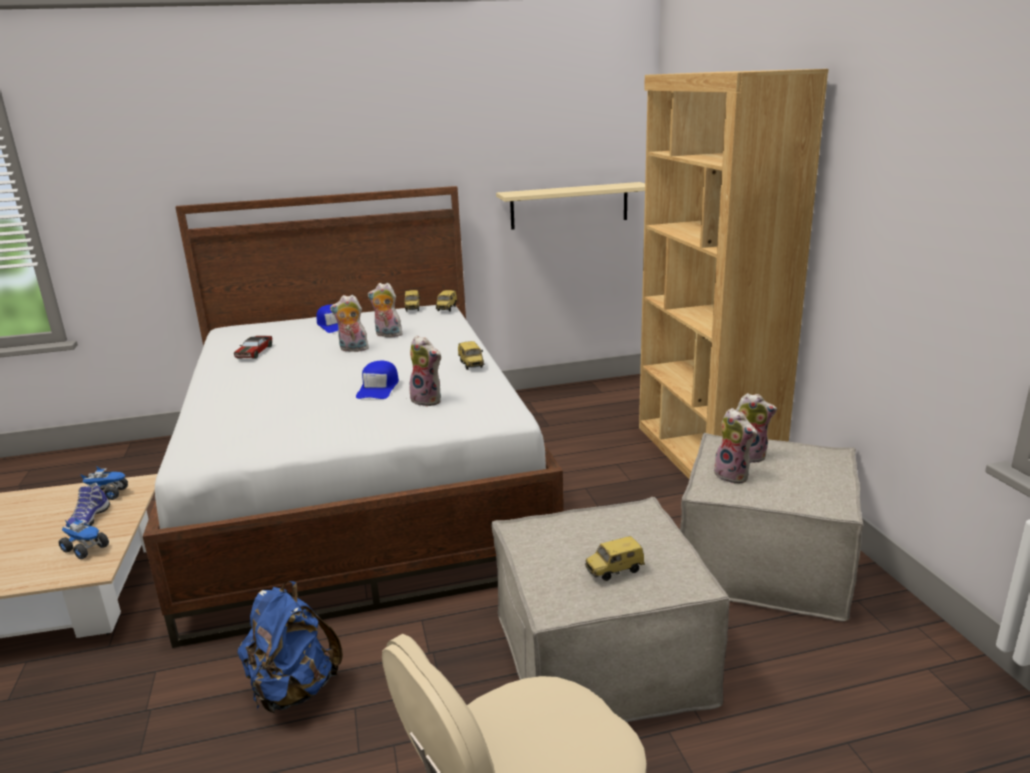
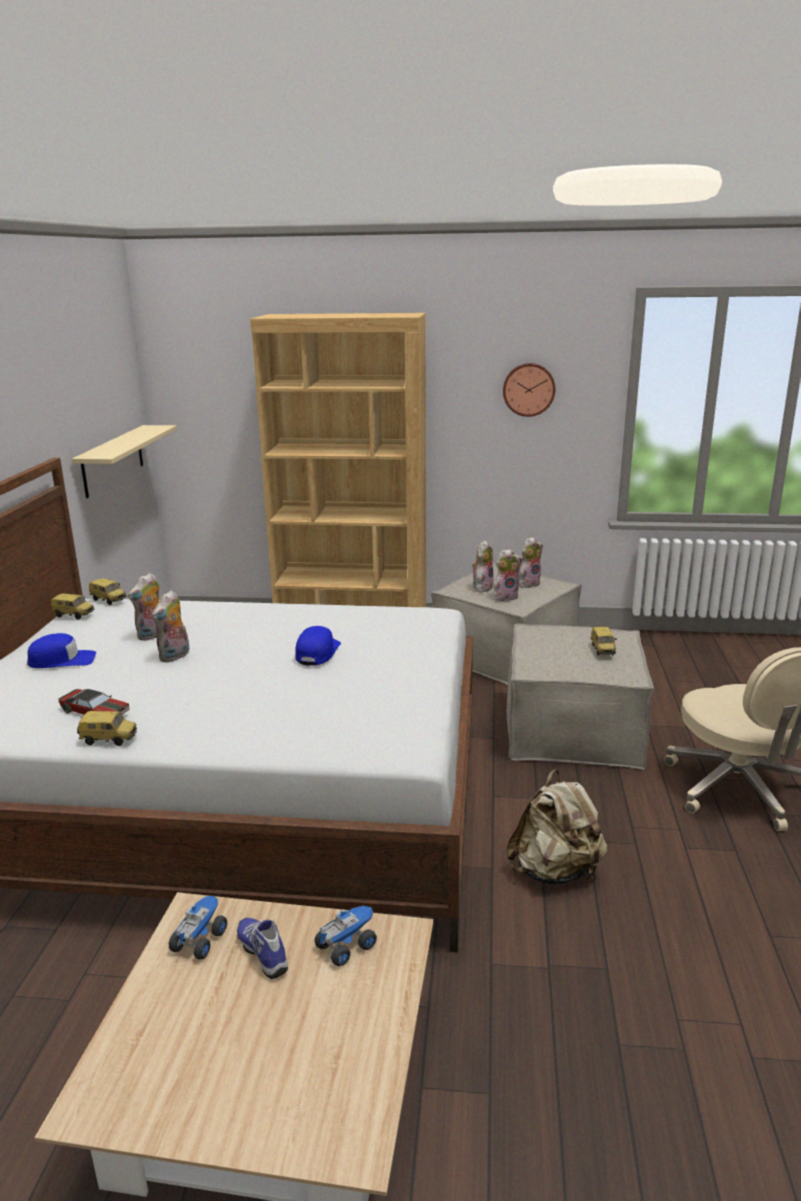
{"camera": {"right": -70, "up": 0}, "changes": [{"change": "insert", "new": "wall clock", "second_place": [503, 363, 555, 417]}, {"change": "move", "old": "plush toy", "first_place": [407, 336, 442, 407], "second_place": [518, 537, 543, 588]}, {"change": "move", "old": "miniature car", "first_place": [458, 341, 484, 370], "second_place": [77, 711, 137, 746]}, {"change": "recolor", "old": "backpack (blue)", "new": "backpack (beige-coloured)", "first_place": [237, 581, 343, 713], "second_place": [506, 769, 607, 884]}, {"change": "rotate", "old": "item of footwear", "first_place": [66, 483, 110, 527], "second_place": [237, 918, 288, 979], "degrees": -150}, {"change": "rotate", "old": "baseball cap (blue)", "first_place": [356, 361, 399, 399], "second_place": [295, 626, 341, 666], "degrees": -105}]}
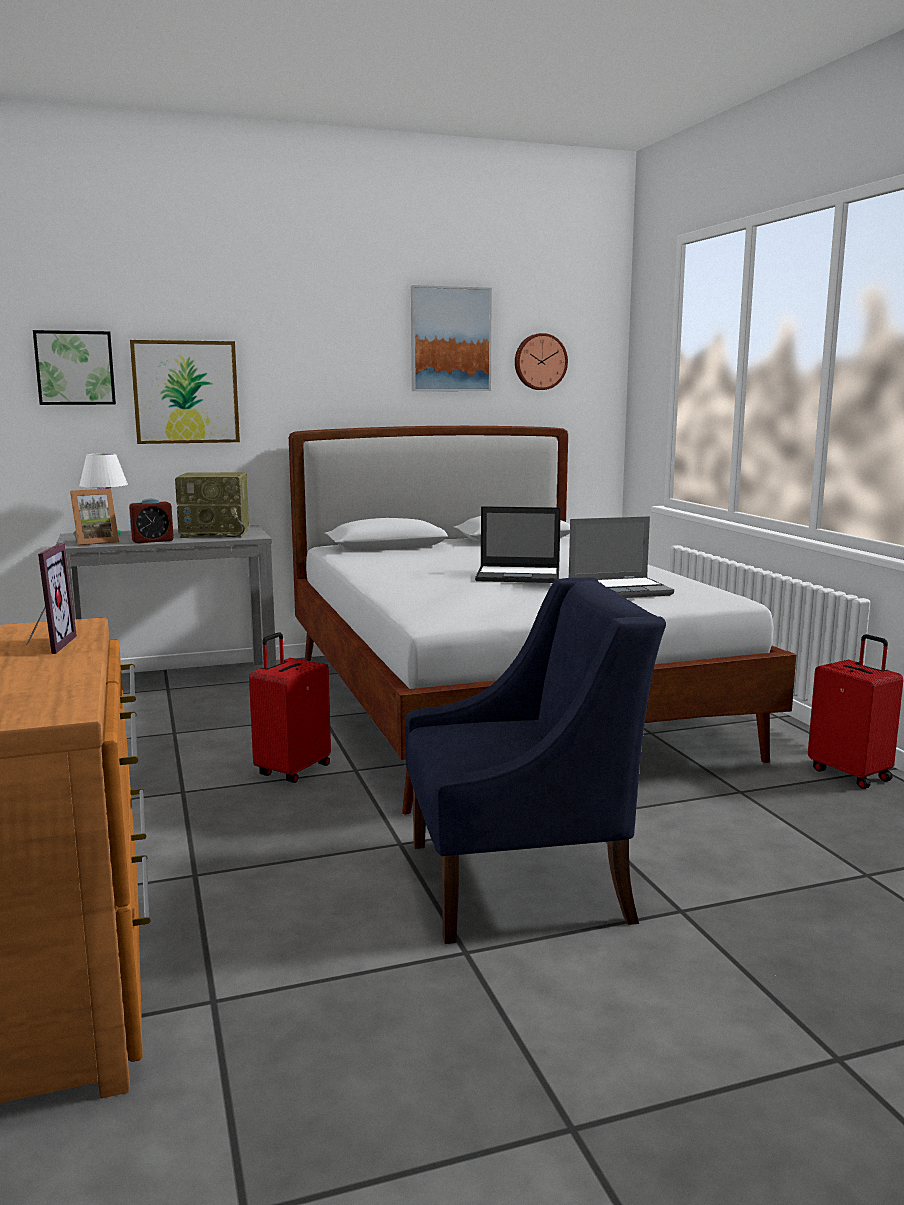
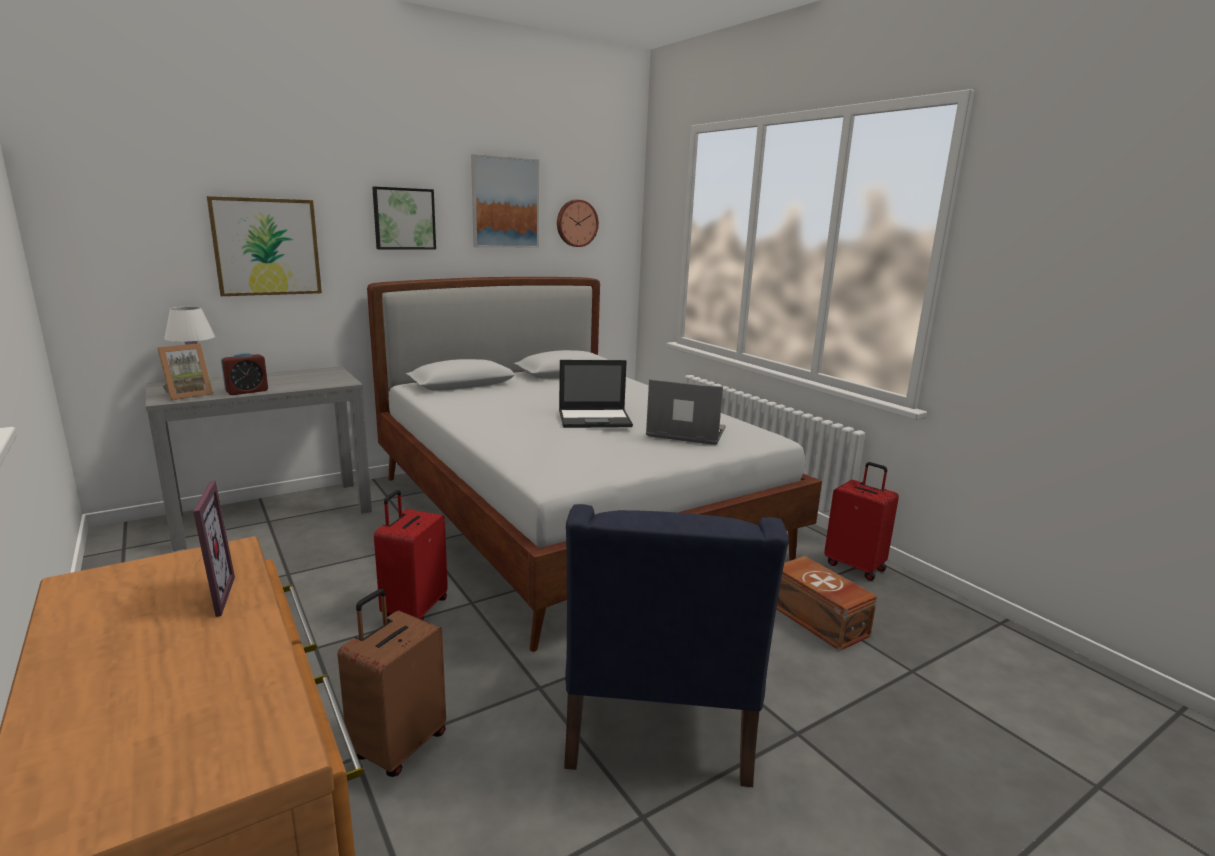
{"camera": {"right": -15, "up": 5}, "changes": [{"change": "delete", "old": "radio receiver", "first_place": [175, 472, 249, 538]}, {"change": "insert", "new": "travel case (brownish)", "second_place": [337, 589, 446, 777]}, {"change": "insert", "new": "storage box (brownish)", "second_place": [776, 556, 878, 651]}, {"change": "move", "old": "wall art", "first_place": [33, 330, 116, 405], "second_place": [372, 187, 436, 250]}, {"change": "rotate", "old": "armchair (blue)", "first_place": [405, 577, 666, 944], "second_place": [564, 504, 789, 787], "degrees": 120}, {"change": "rotate", "old": "portable computer", "first_place": [569, 516, 674, 598], "second_place": [646, 379, 726, 445], "degrees": -135}]}
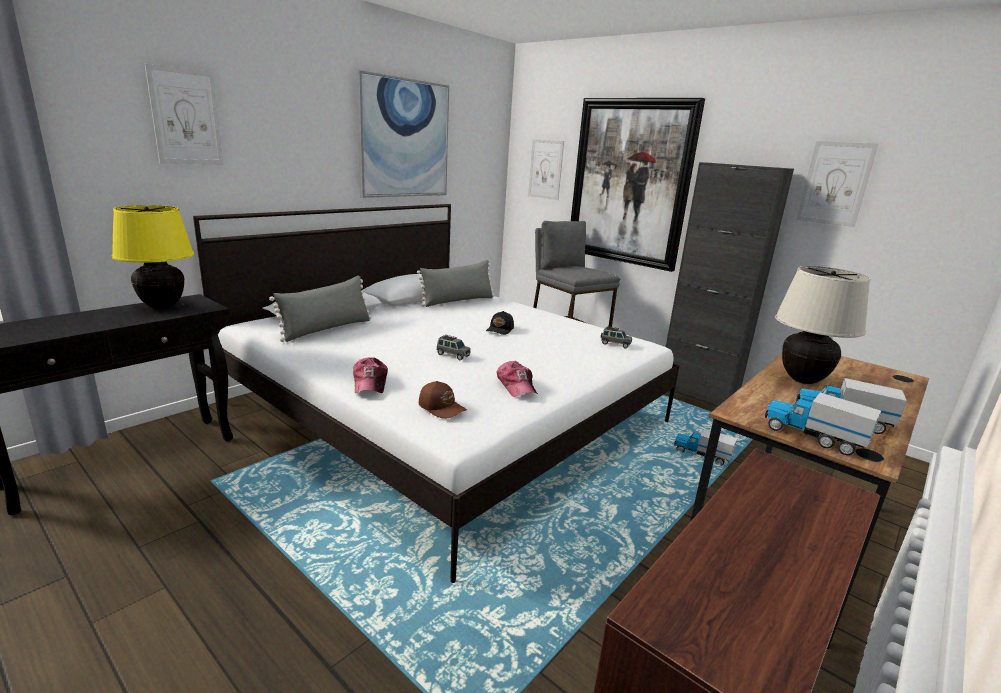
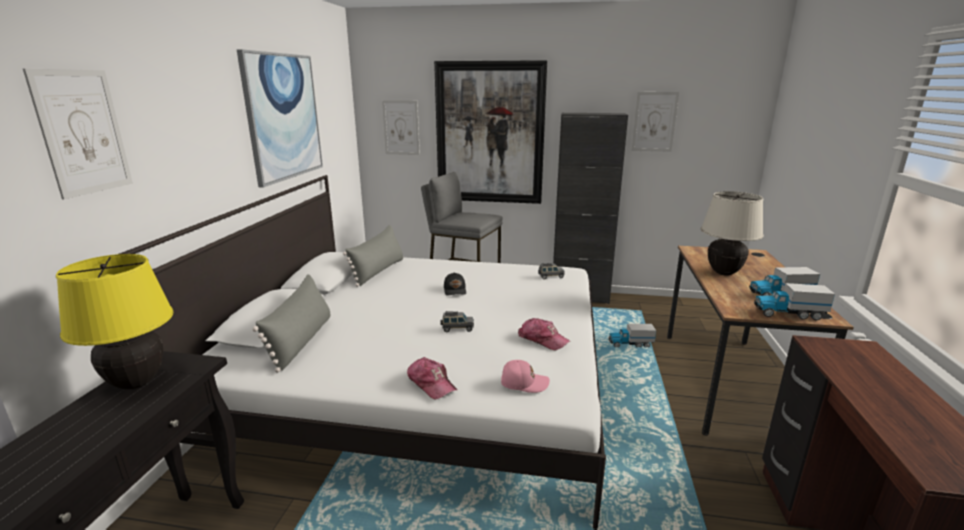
{"camera": {"right": -30, "up": 0}, "changes": [{"change": "recolor", "old": "baseball cap (brownish)", "new": "baseball cap (pink-coloured)", "first_place": [419, 381, 467, 419], "second_place": [501, 360, 550, 393]}]}
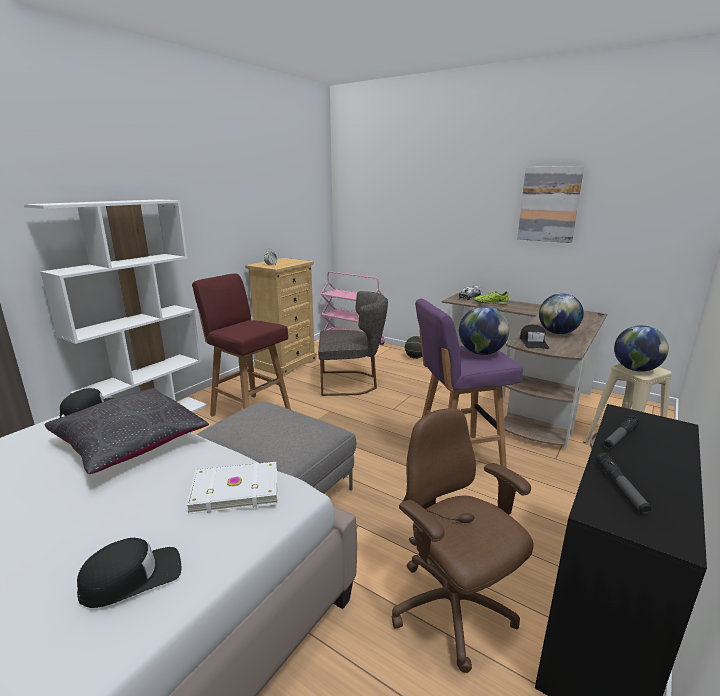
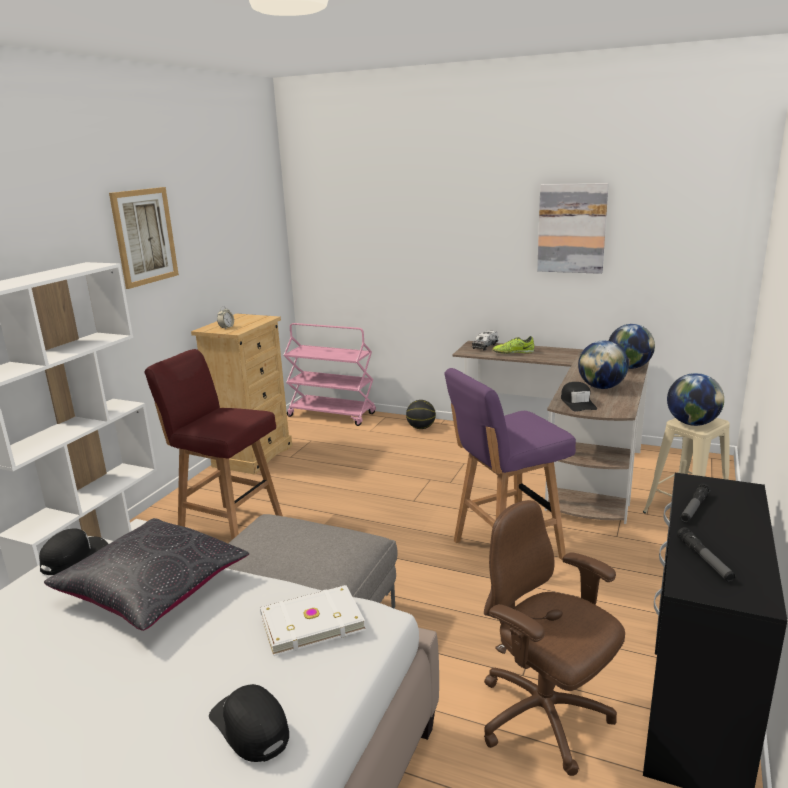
{"camera": {"right": -10, "up": 0}, "changes": [{"change": "delete", "old": "chair (greyish)", "first_place": [318, 291, 388, 396]}, {"change": "insert", "new": "wall art", "second_place": [109, 187, 179, 289]}, {"change": "move", "old": "desk globe", "first_place": [459, 306, 509, 355], "second_place": [608, 324, 655, 369]}, {"change": "rotate", "old": "baseball cap (blackish)", "first_place": [77, 538, 181, 608], "second_place": [209, 684, 289, 762], "degrees": -90}]}
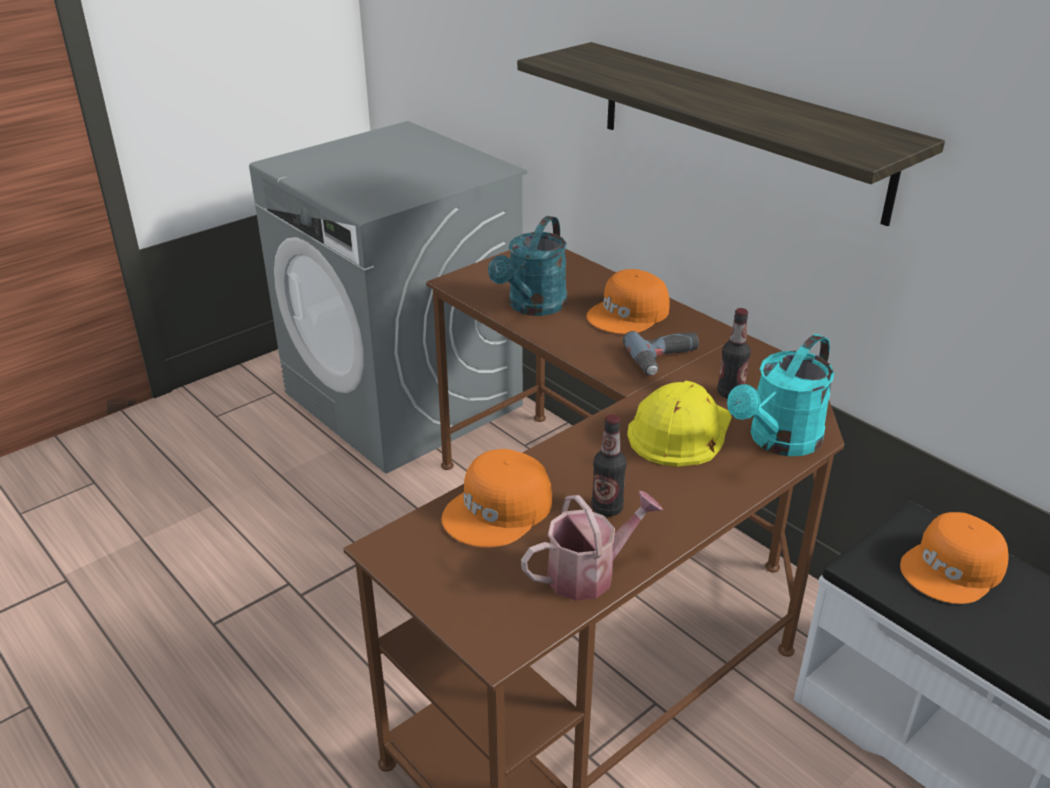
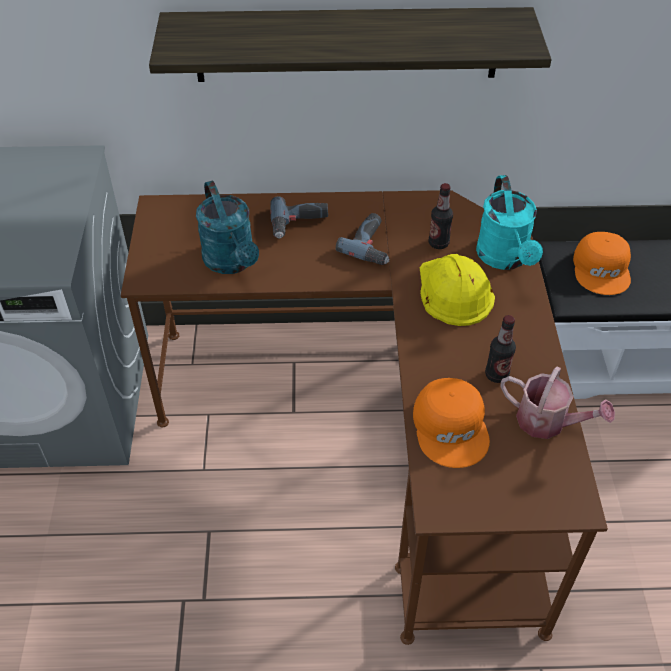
{"camera": {"right": -50, "up": 15}, "changes": [{"change": "replace", "old": "baseball cap (orangey)", "new": "electric drill", "first_place": [587, 269, 670, 334], "second_place": [270, 196, 328, 239]}, {"change": "rotate", "old": "sprinkling can", "first_place": [521, 491, 663, 601], "second_place": [500, 366, 615, 439], "degrees": 105}]}
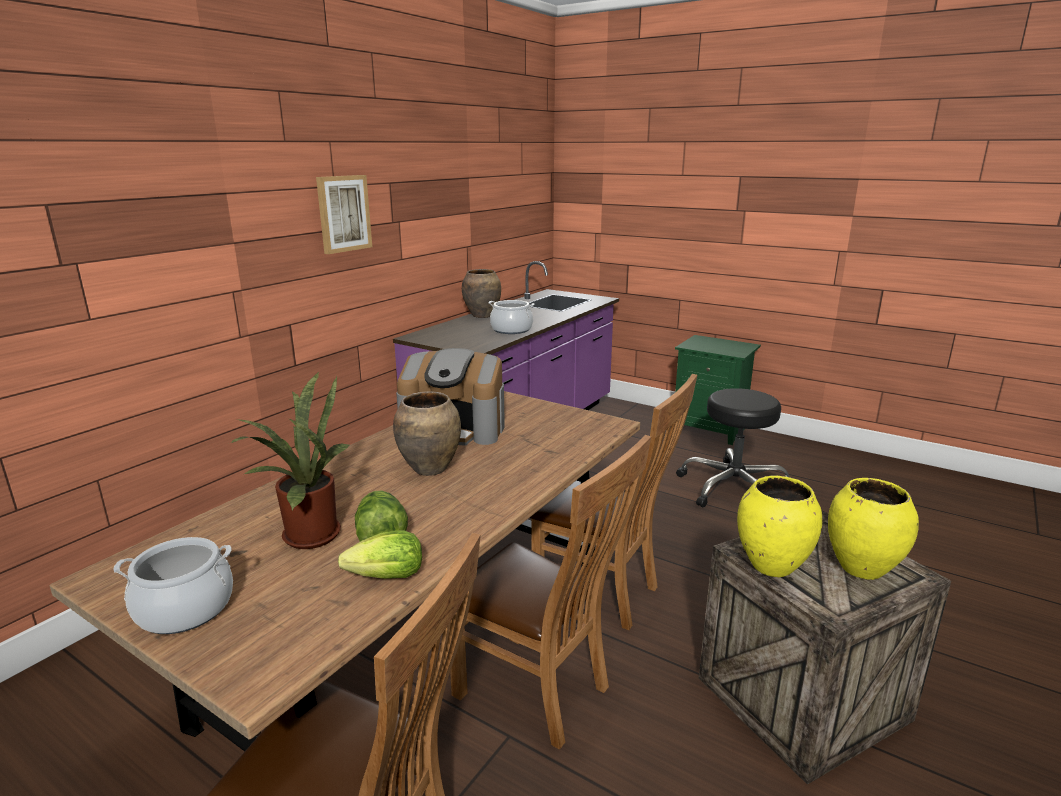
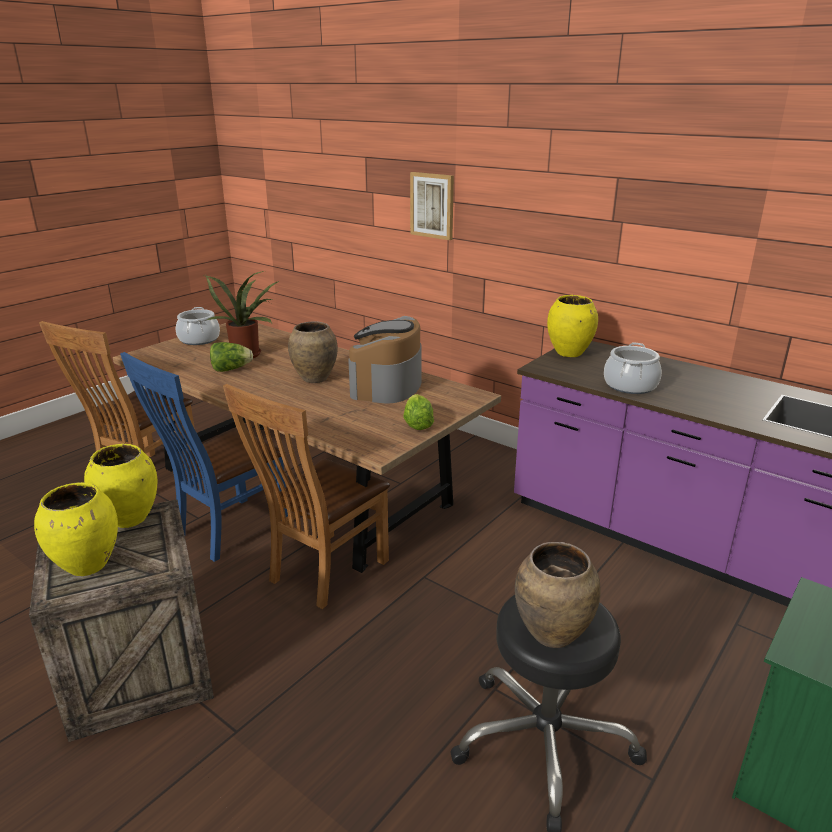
{"camera": {"right": 95, "up": 5}, "changes": [{"change": "insert", "new": "vase (yellow-coloured)", "second_place": [547, 295, 598, 357]}, {"change": "move", "old": "wall art", "first_place": [316, 175, 372, 254], "second_place": [410, 172, 454, 240]}, {"change": "move", "old": "lettuce head", "first_place": [338, 530, 422, 579], "second_place": [403, 394, 434, 430]}, {"change": "move", "old": "vase (brownish)", "first_place": [462, 269, 501, 318], "second_place": [515, 542, 601, 648]}, {"change": "recolor", "old": "chair (brownish)", "new": "chair (blue)", "first_place": [449, 435, 651, 750], "second_place": [120, 352, 288, 562]}]}
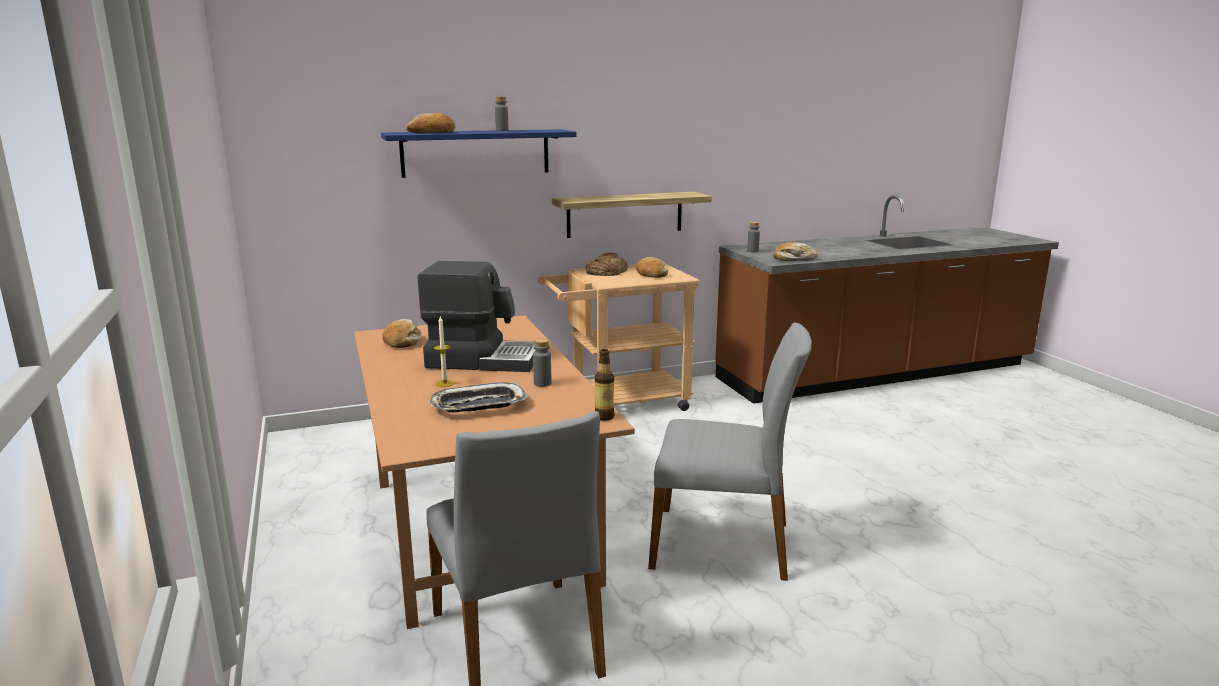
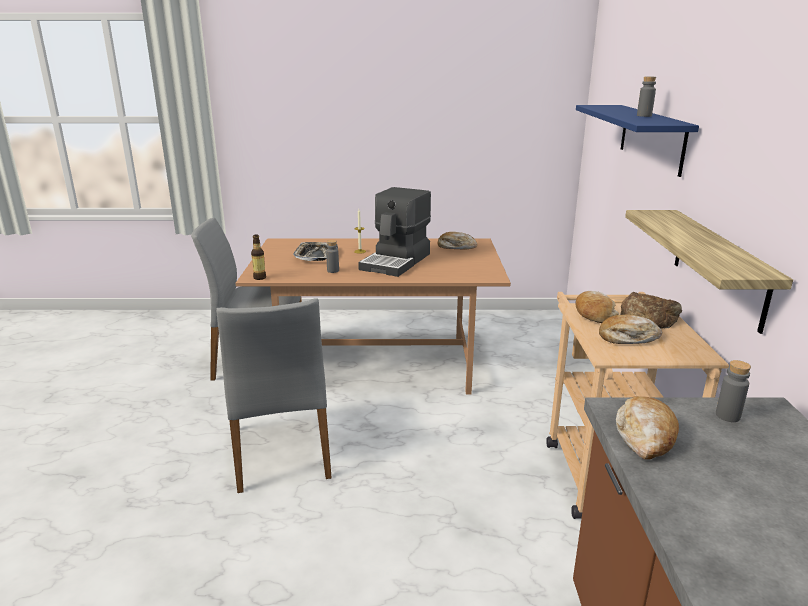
{"camera": {"right": 110, "up": 5}, "changes": [{"change": "move", "old": "bakery bread", "first_place": [406, 113, 455, 133], "second_place": [575, 291, 619, 323]}, {"change": "rotate", "old": "chair (greyish)", "first_place": [648, 323, 812, 581], "second_place": [216, 298, 332, 493], "degrees": -45}]}
